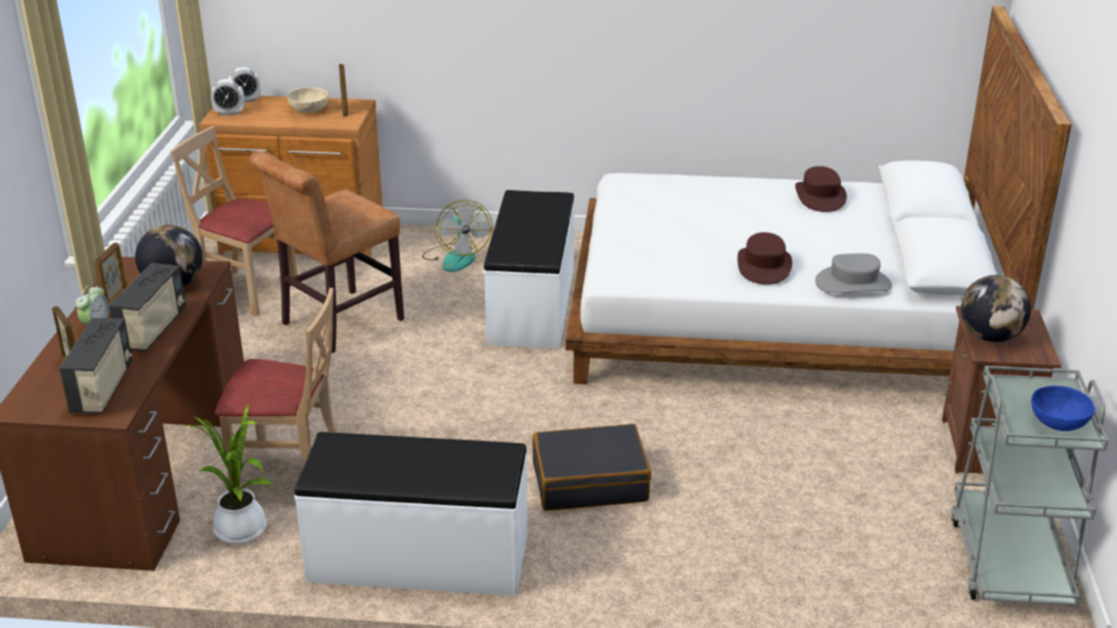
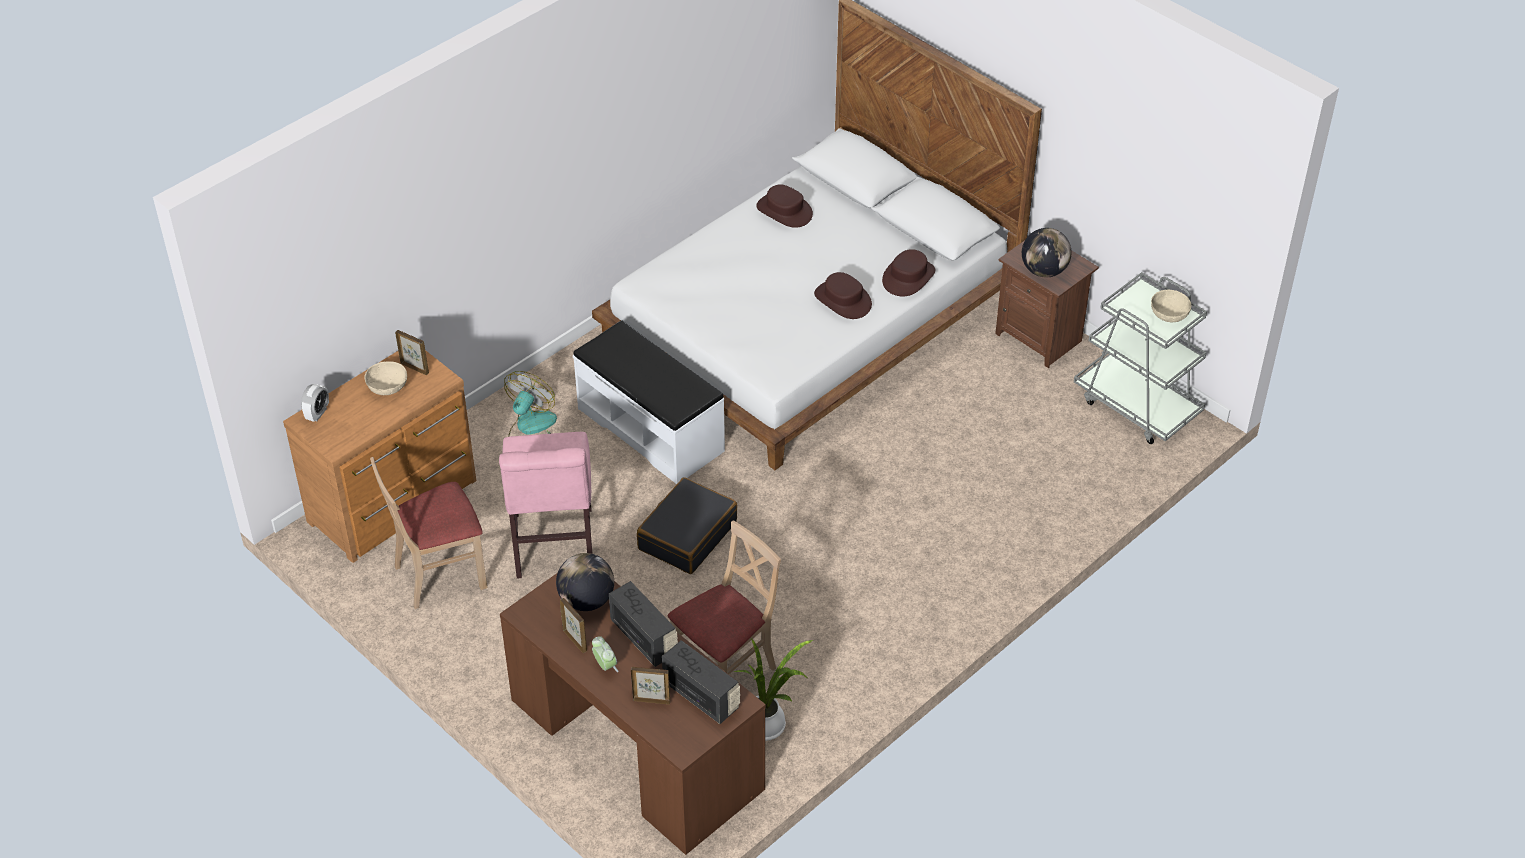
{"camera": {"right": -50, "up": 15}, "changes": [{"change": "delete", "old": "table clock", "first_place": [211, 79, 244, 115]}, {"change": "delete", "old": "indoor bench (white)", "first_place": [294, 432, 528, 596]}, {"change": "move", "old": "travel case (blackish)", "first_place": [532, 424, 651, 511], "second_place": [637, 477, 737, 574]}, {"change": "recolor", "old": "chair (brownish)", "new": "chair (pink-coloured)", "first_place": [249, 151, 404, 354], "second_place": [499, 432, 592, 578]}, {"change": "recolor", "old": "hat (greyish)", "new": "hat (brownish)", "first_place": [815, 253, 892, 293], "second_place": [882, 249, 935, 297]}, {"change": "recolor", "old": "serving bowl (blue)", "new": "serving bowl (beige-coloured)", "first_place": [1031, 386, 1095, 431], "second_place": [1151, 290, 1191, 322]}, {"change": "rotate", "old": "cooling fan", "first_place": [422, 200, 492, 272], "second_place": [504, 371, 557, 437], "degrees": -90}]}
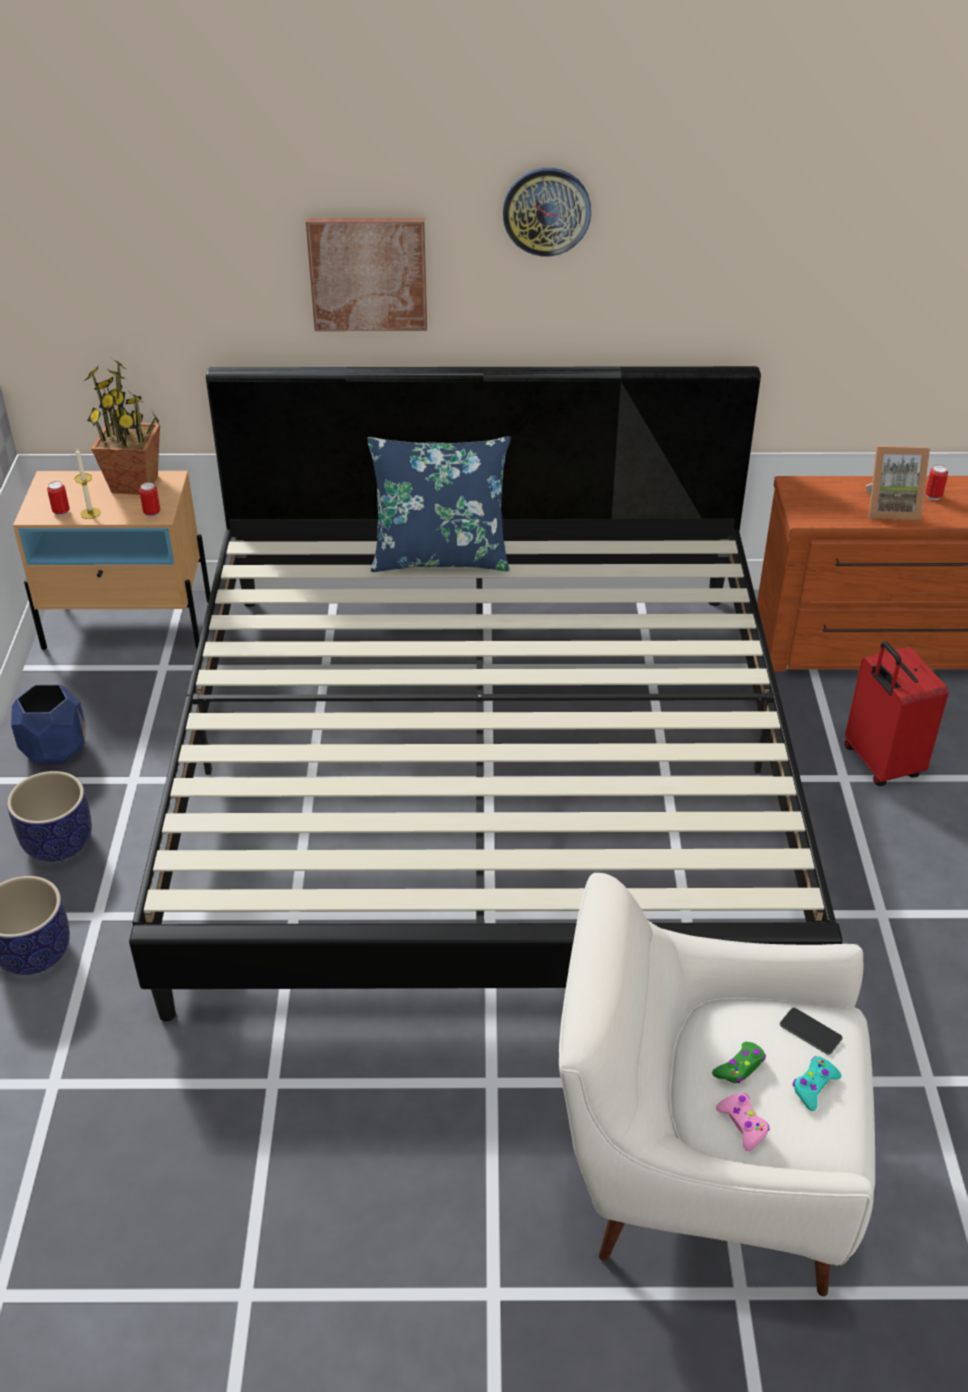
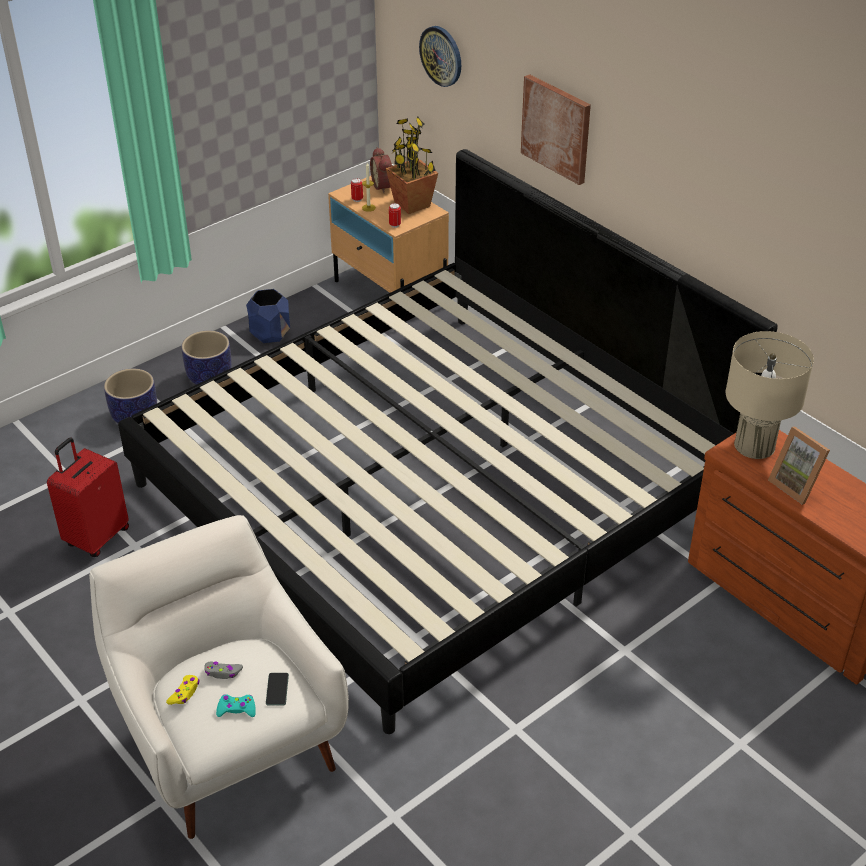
{"camera": {"right": 50, "up": 0}, "changes": [{"change": "delete", "old": "throw pillow (blue)", "first_place": [367, 436, 511, 572]}, {"change": "delete", "old": "can", "first_place": [925, 465, 948, 500]}, {"change": "insert", "new": "table clock", "second_place": [370, 147, 392, 193]}, {"change": "insert", "new": "tabletop lamp (beige-coloured)", "second_place": [726, 331, 814, 459]}, {"change": "move", "old": "wall clock", "first_place": [503, 168, 591, 256], "second_place": [419, 26, 461, 87]}, {"change": "move", "old": "travel case (red)", "first_place": [845, 641, 949, 786], "second_place": [47, 438, 129, 557]}, {"change": "recolor", "old": "joypad (green)", "new": "joypad (greyish)", "first_place": [712, 1042, 766, 1083], "second_place": [204, 662, 243, 679]}, {"change": "recolor", "old": "joypad (pink-coloured)", "new": "joypad (yellow-coloured)", "first_place": [716, 1093, 770, 1151], "second_place": [166, 675, 200, 705]}]}
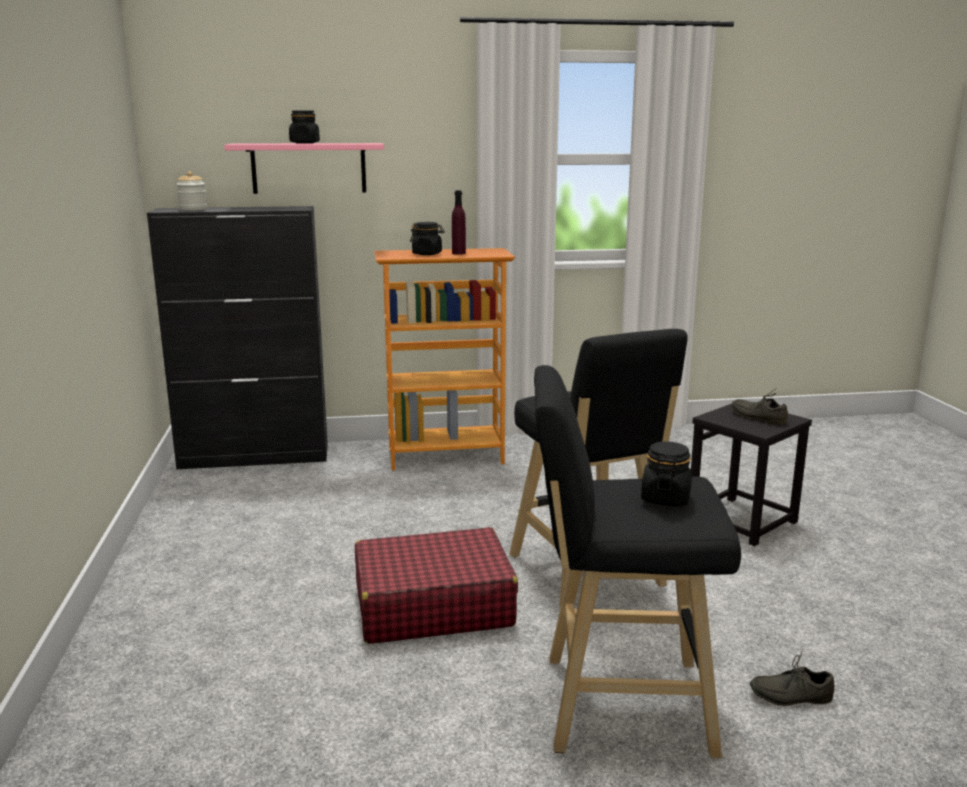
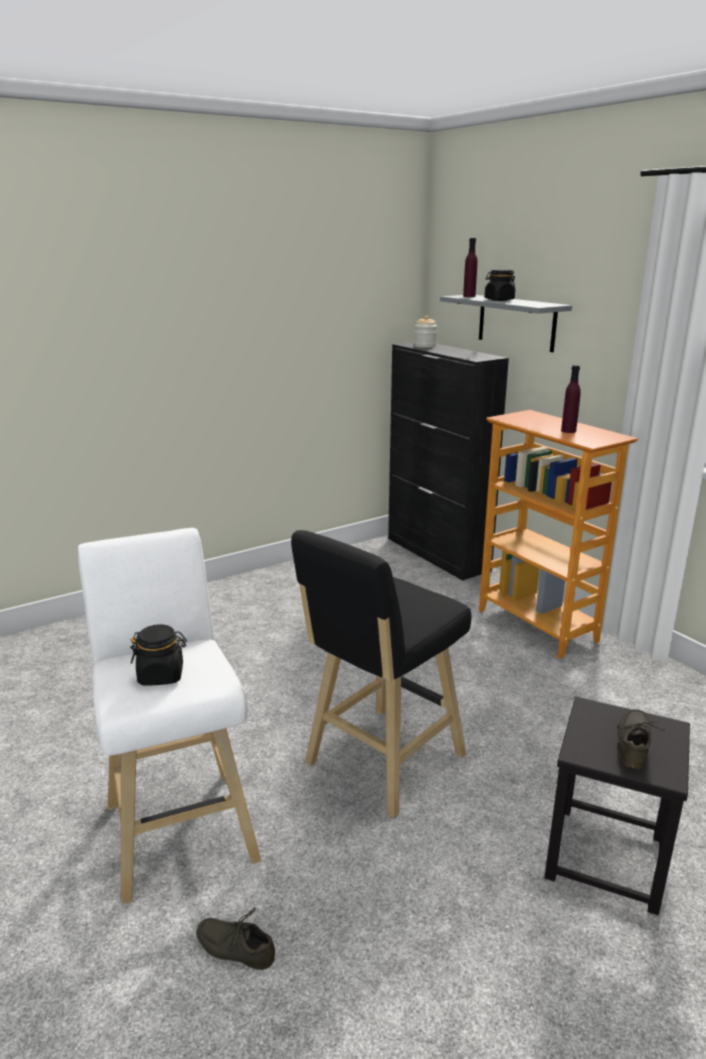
{"camera": {"right": 65, "up": 5}, "changes": [{"change": "delete", "old": "travel case (red)", "first_place": [355, 527, 518, 644]}, {"change": "delete", "old": "preserve jar (blackish)", "first_place": [410, 222, 445, 255]}, {"change": "insert", "new": "drink bottle (purplish)", "second_place": [463, 238, 478, 297]}, {"change": "recolor", "old": "wall shelf (pink-coloured)", "new": "wall shelf (greyish)", "first_place": [224, 143, 384, 194], "second_place": [440, 295, 572, 352]}, {"change": "recolor", "old": "sitting stool (blackish)", "new": "sitting stool (white)", "first_place": [534, 365, 741, 758], "second_place": [78, 528, 261, 905]}, {"change": "rotate", "old": "item of footwear (greyish)", "first_place": [750, 652, 834, 706], "second_place": [196, 906, 275, 970], "degrees": -45}]}
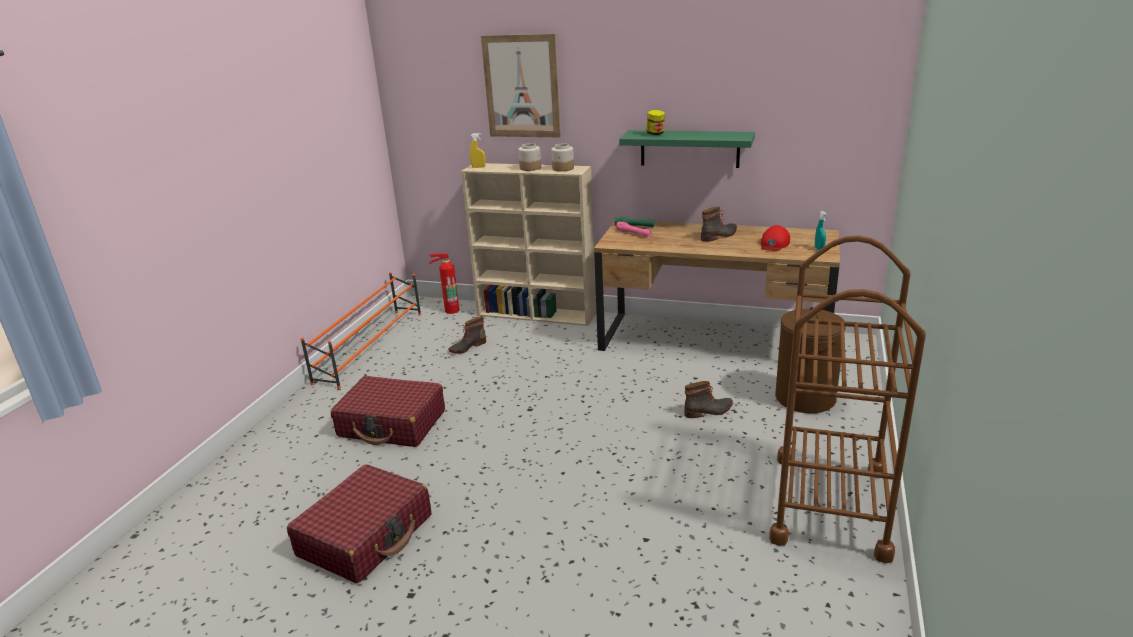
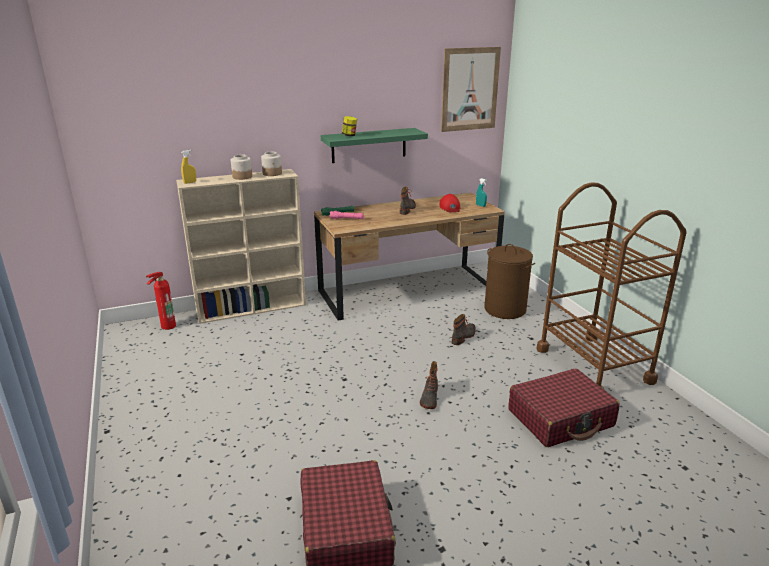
{"camera": {"right": -40, "up": 0}, "changes": [{"change": "delete", "old": "shoe rack (orangey)", "first_place": [300, 272, 421, 389]}, {"change": "move", "old": "travel case (red)", "first_place": [331, 376, 445, 447], "second_place": [509, 369, 620, 447]}, {"change": "move", "old": "high-top boot", "first_place": [448, 316, 486, 354], "second_place": [420, 361, 438, 409]}, {"change": "move", "old": "wall art", "first_place": [481, 34, 561, 137], "second_place": [441, 47, 501, 132]}]}
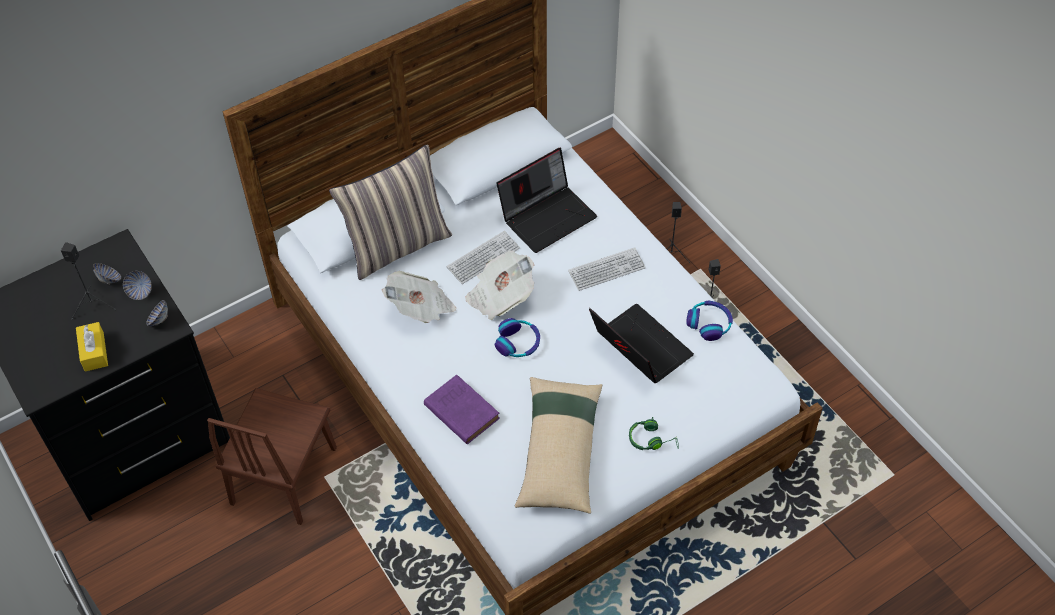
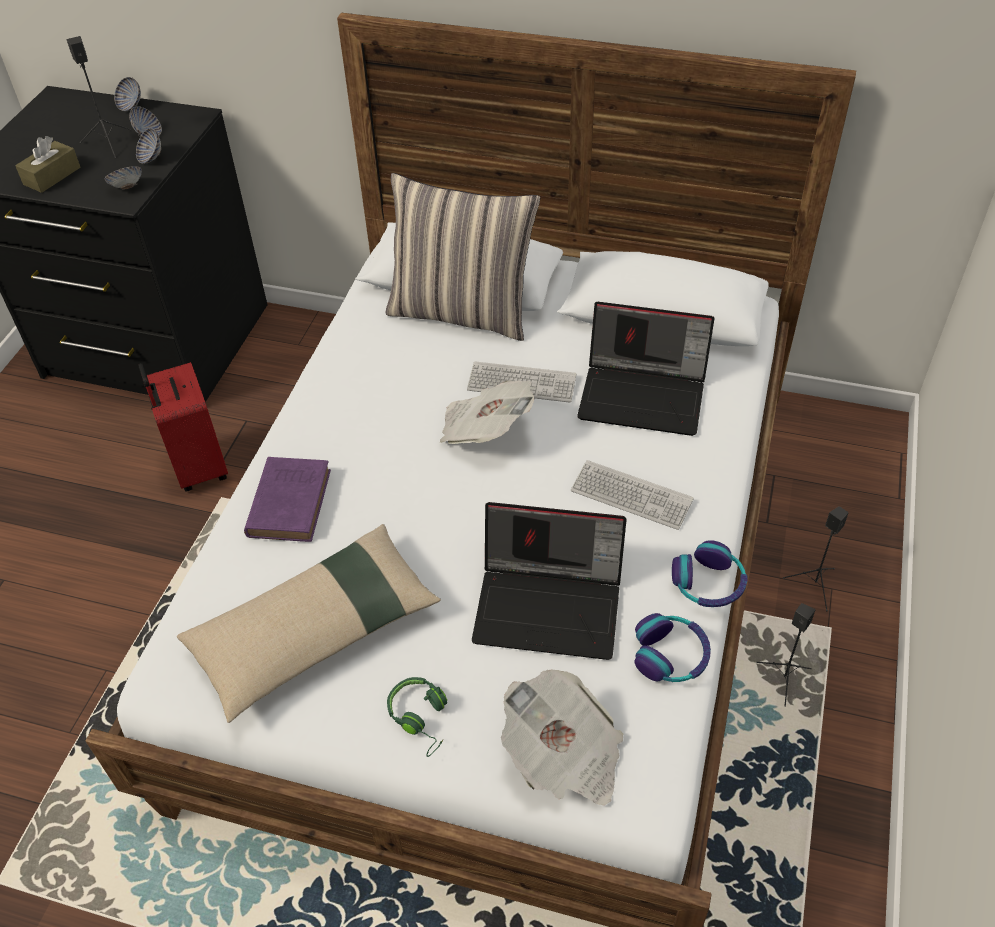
{"camera": {"right": 50, "up": -5}, "changes": [{"change": "insert", "new": "serving bowl", "second_place": [114, 77, 141, 111]}, {"change": "move", "old": "daily paper", "first_place": [382, 271, 457, 323], "second_place": [501, 670, 623, 805]}, {"change": "move", "old": "headset", "first_place": [495, 318, 540, 357], "second_place": [672, 540, 748, 607]}, {"change": "replace", "old": "chair (brownish)", "new": "travel case (red)", "first_place": [207, 388, 337, 525], "second_place": [138, 362, 228, 492]}, {"change": "recolor", "old": "tissue holder (yellow-coloured)", "new": "tissue holder (brownish)", "first_place": [76, 322, 108, 372], "second_place": [15, 136, 80, 193]}, {"change": "rotate", "old": "portable computer", "first_place": [589, 304, 694, 383], "second_place": [472, 502, 627, 660], "degrees": 90}]}
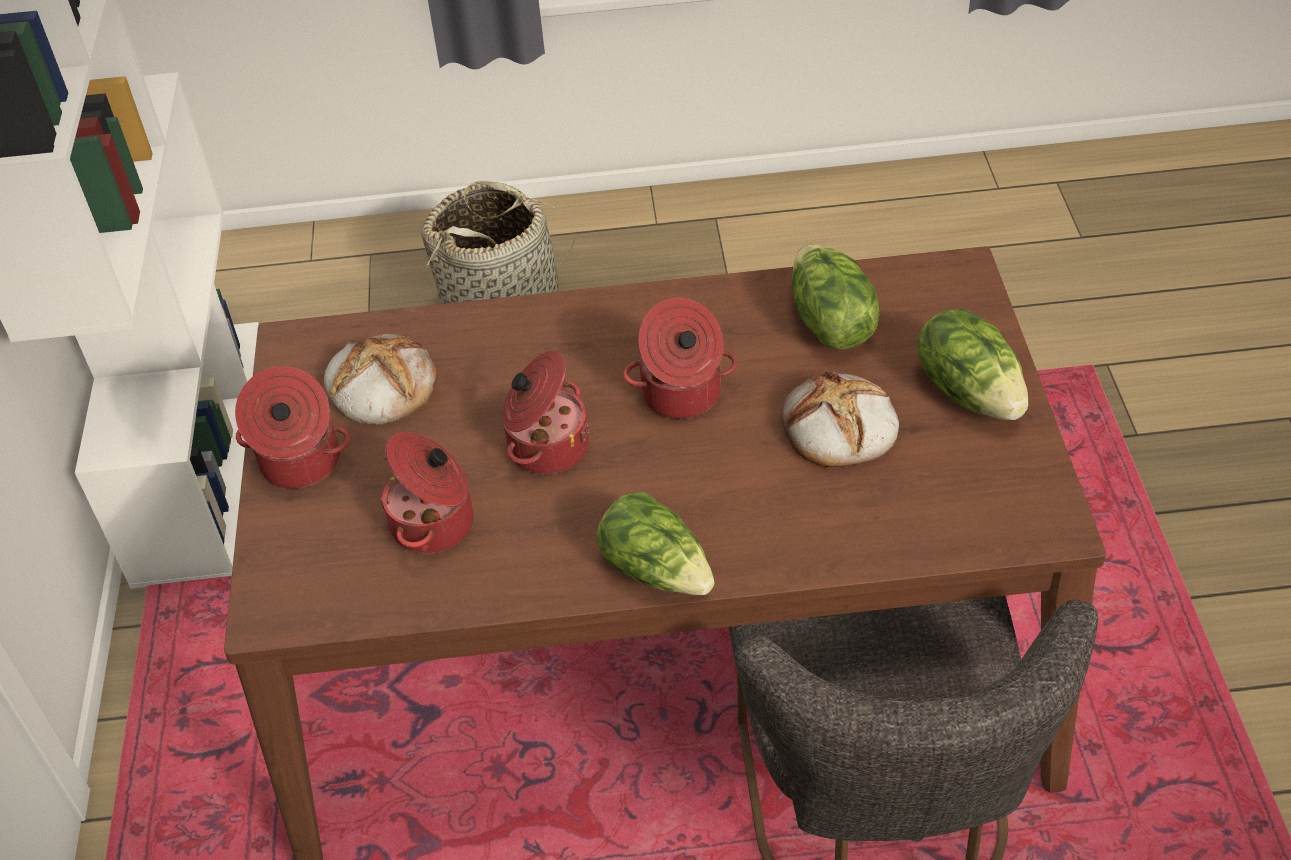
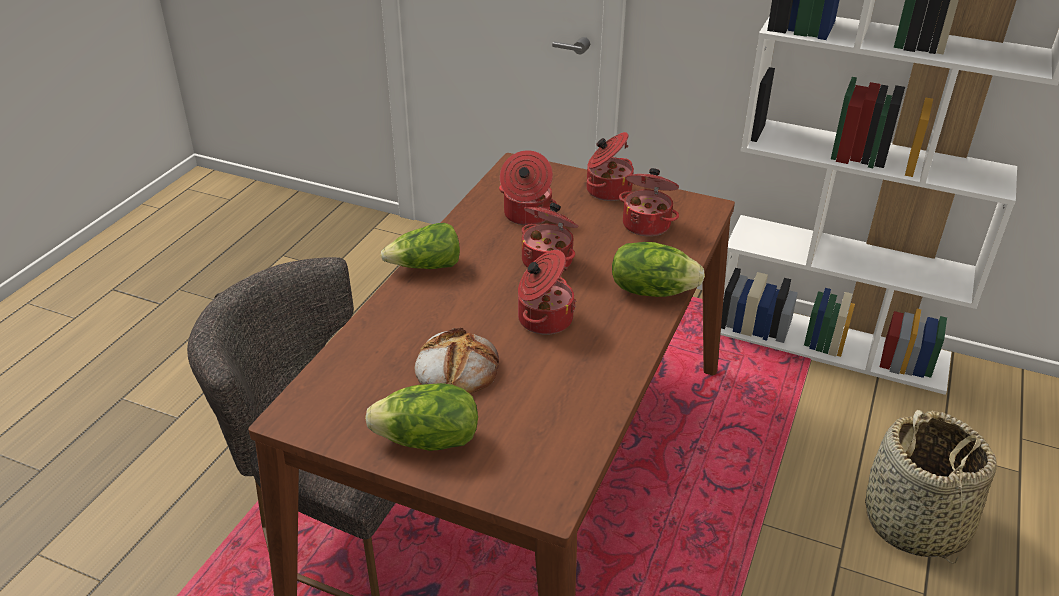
{"camera": {"right": 115, "up": -10}, "changes": [{"change": "move", "old": "lettuce head", "first_place": [792, 244, 880, 349], "second_place": [612, 242, 705, 297]}, {"change": "replace", "old": "bakery bread", "new": "saucepot", "first_place": [324, 334, 438, 425], "second_place": [619, 168, 679, 236]}]}
